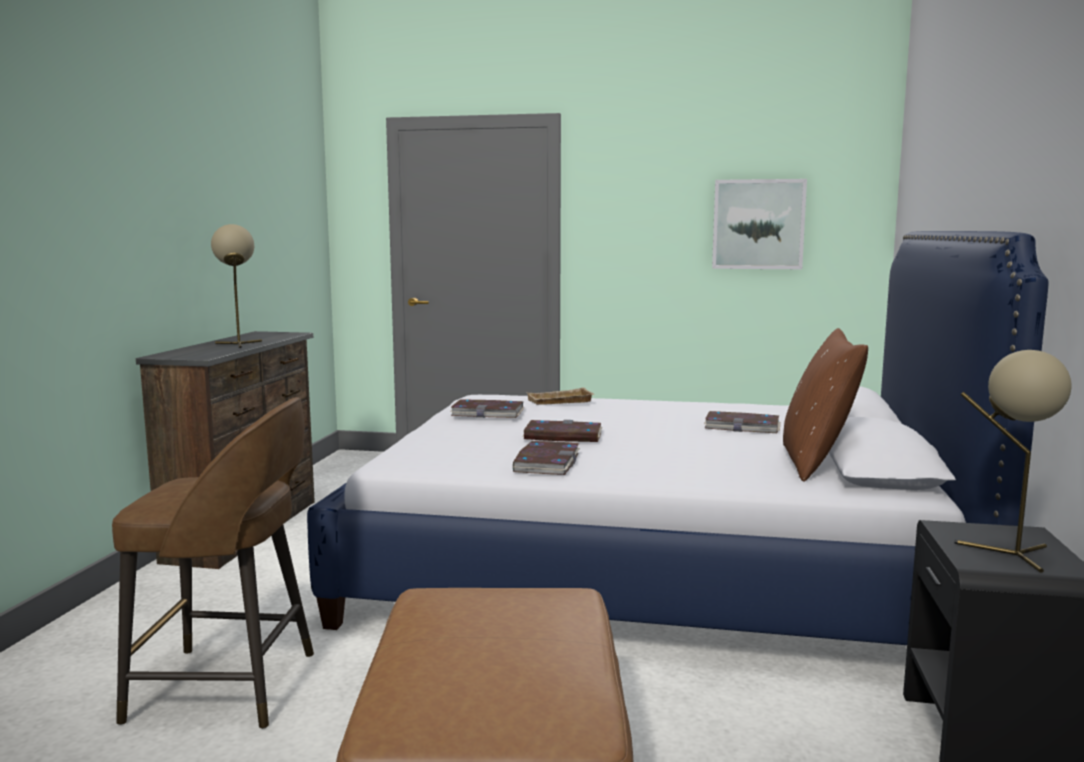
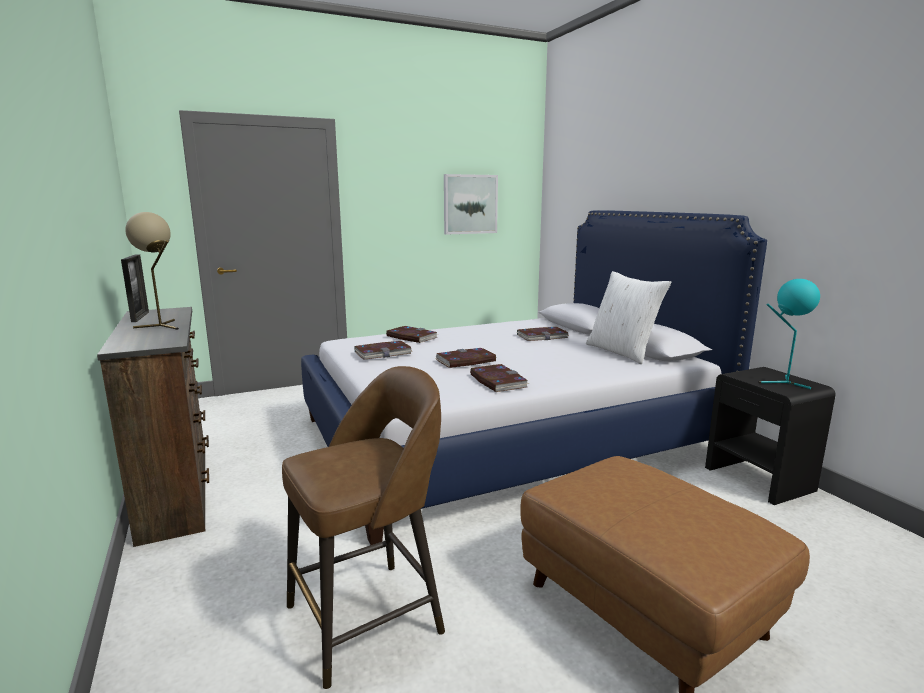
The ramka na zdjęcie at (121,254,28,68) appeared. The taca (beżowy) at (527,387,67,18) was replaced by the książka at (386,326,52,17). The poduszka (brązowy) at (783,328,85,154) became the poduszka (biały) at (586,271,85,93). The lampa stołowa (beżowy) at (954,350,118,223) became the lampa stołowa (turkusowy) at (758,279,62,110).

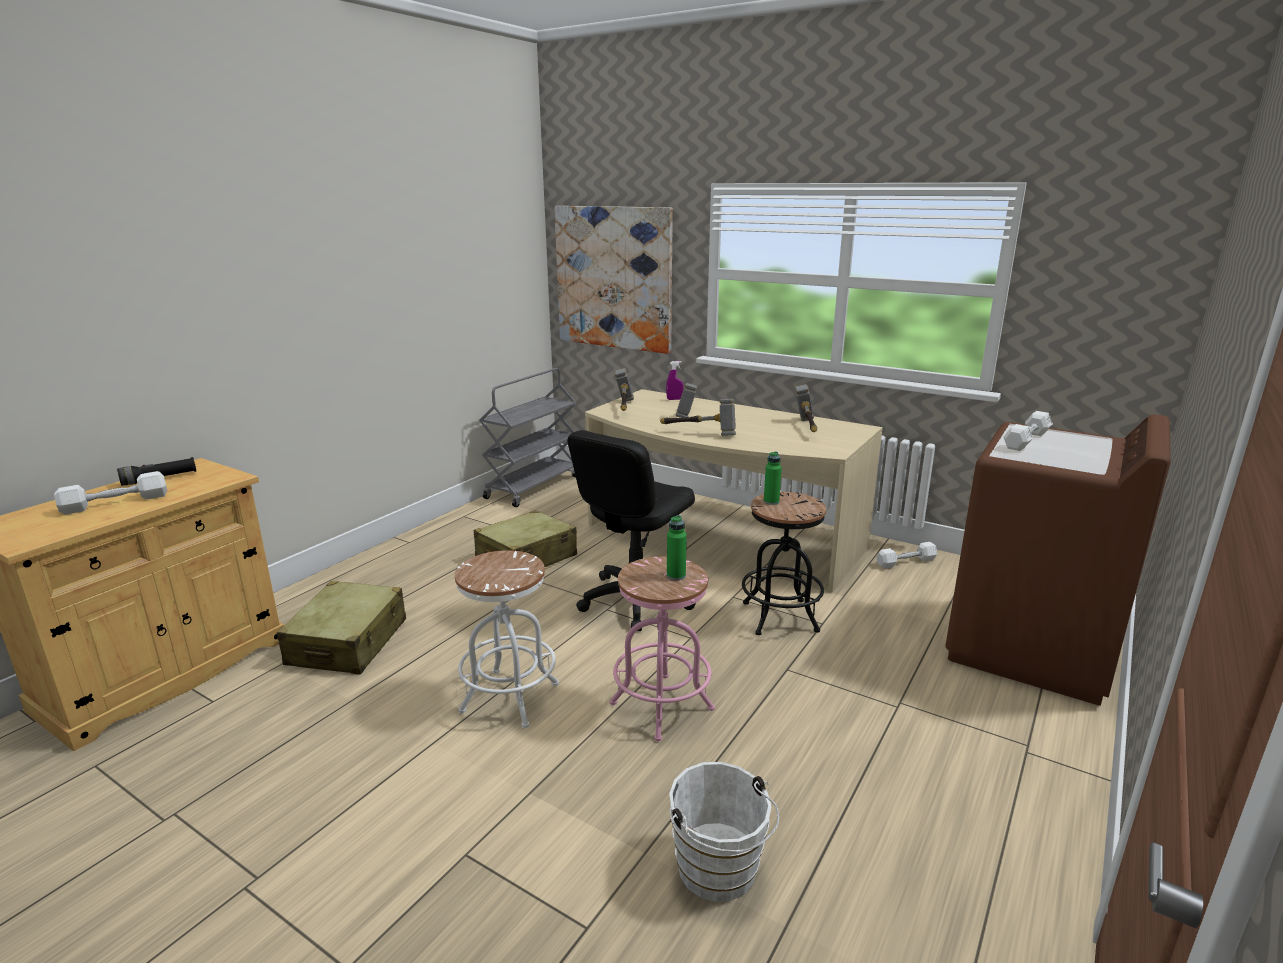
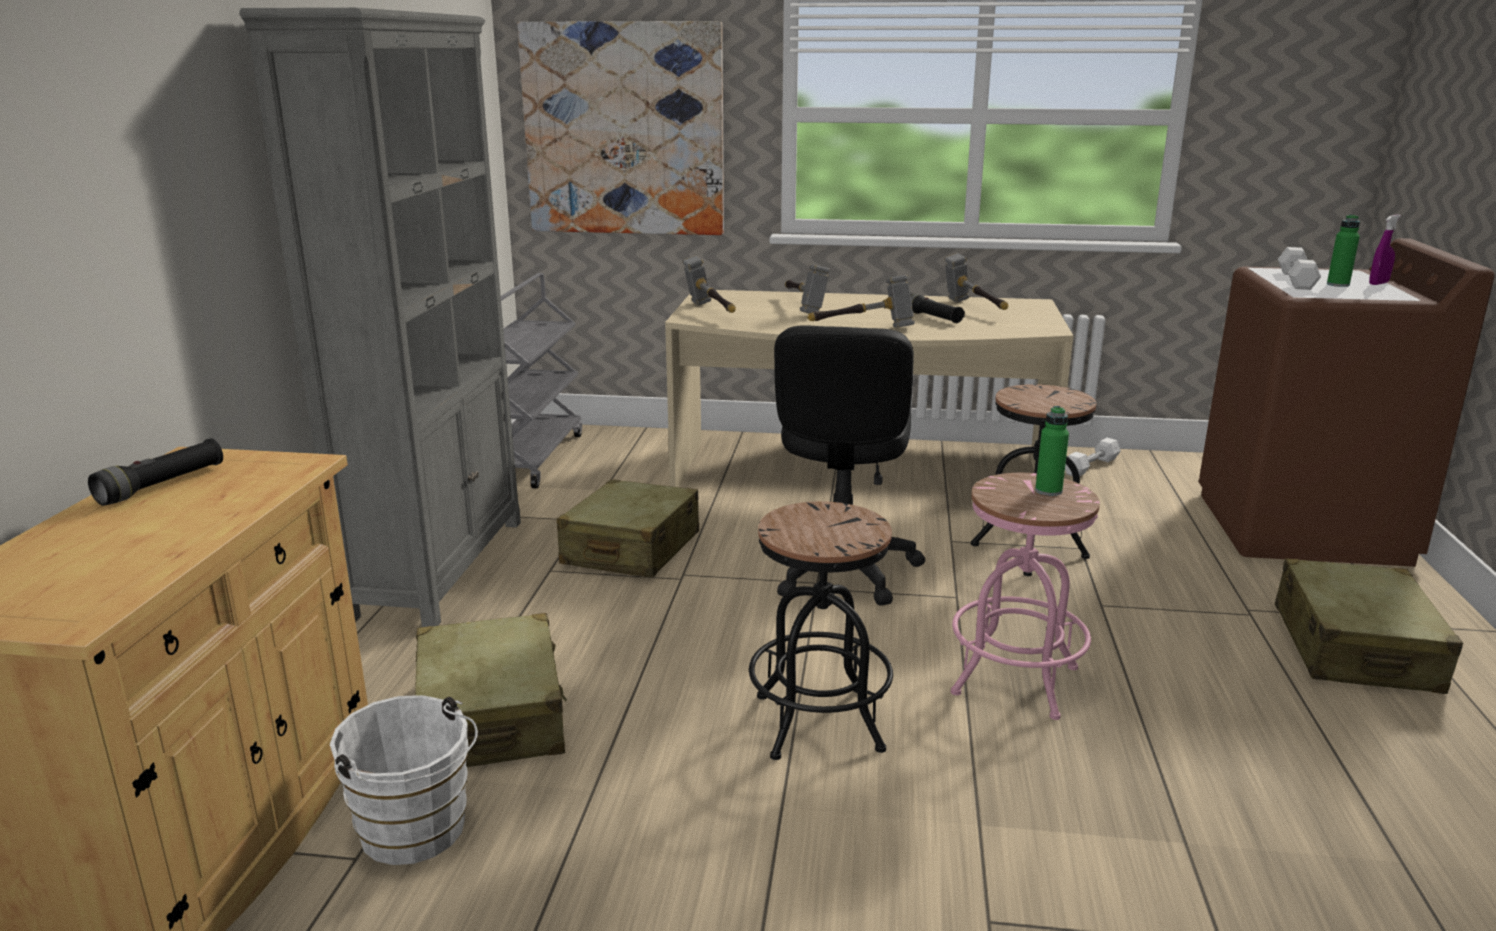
The regał (szary) at (239,8,282,619) appeared. The wiadro (biały) moved from (669,762,110,140) to (330,695,148,170). The stołek (biały) at (455,550,104,178) became the stołek (czarny) at (749,501,144,259). The latarka (czarny) at (910,293,55,30) appeared. The walizka (beżowy) at (1275,559,188,135) appeared. The butelka (zielony) moved from (764,451,18,54) to (1327,215,33,72). The spryskiwacz (fioletowy) moved from (666,361,17,39) to (1369,215,32,70). The hantel (biały) at (54,471,113,44) disappeared.

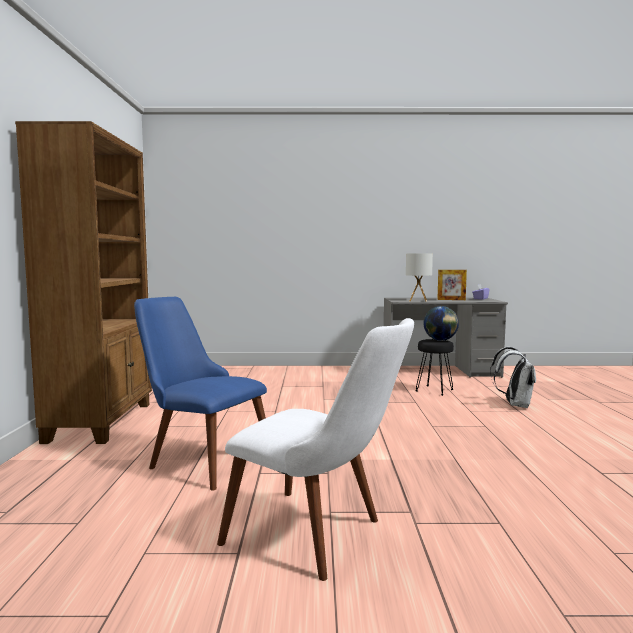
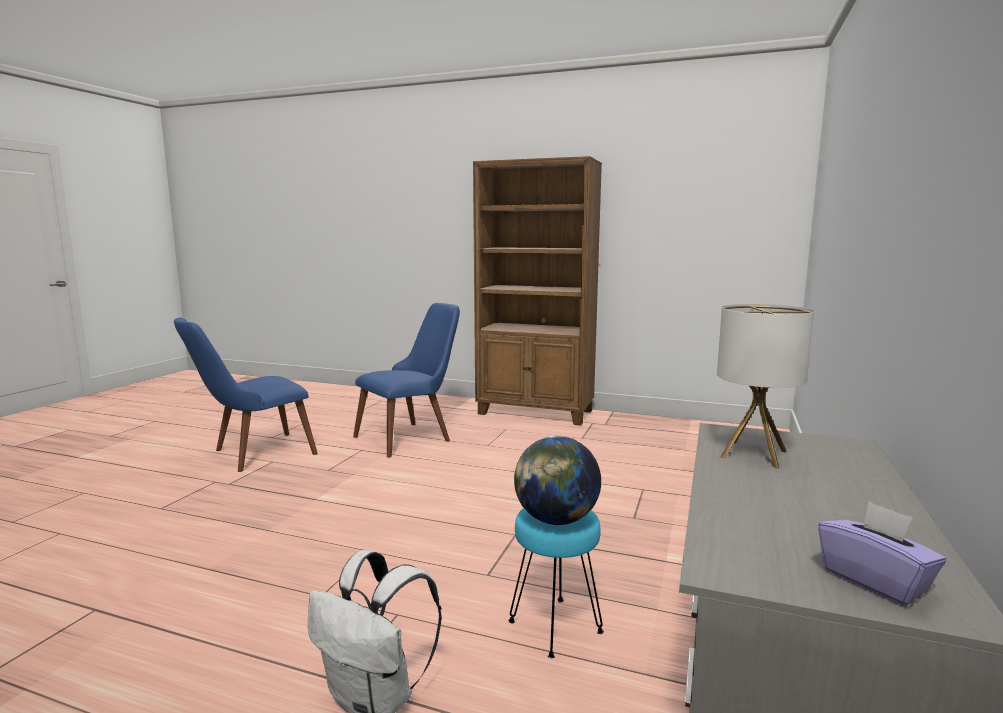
The krzesło (biały) at (217,318,197,263) became the krzesło (niebieski) at (174,317,144,155). The stołek (czarny) at (416,339,38,57) became the stołek (turkusowy) at (508,508,96,150). The ramka na zdjęcie at (437,270,30,30) disappeared.

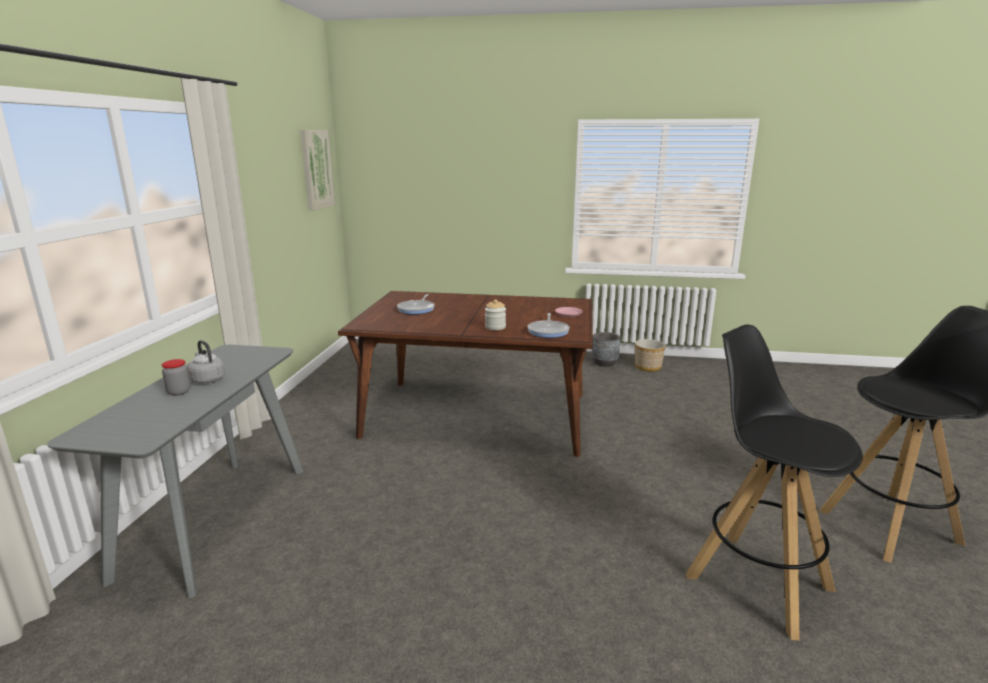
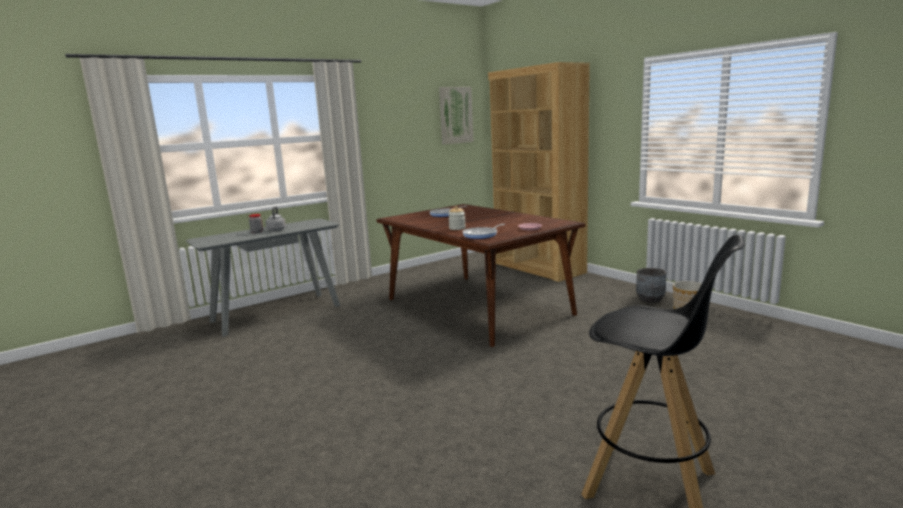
The regał (brązowy) at (488,62,102,220) appeared. The stołek (czarny) at (686,325,177,315) disappeared.

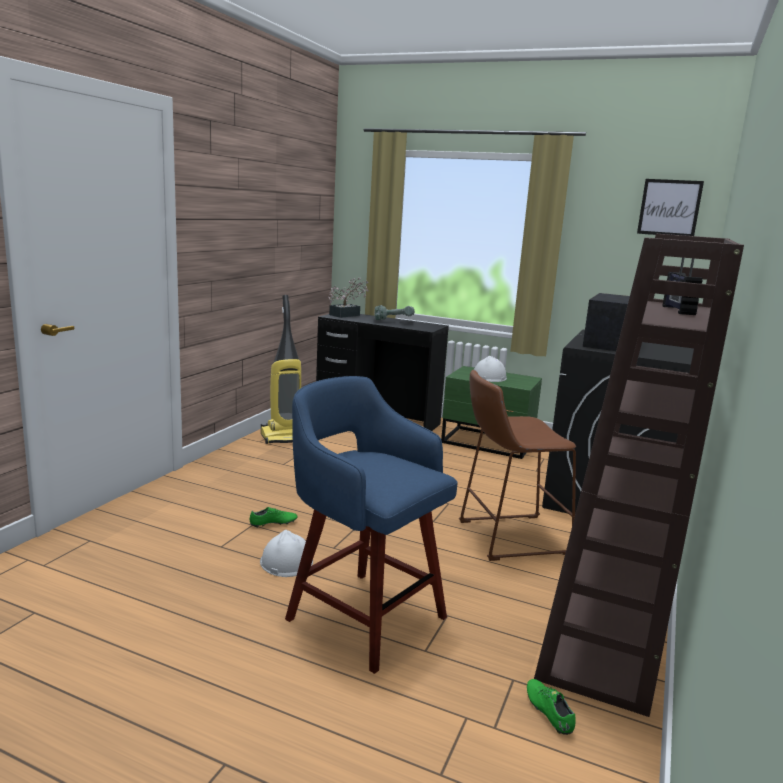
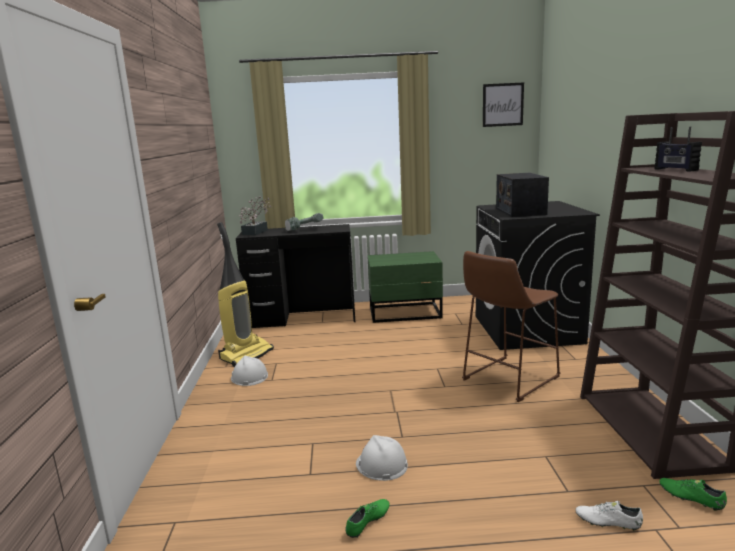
The kask (biały) moved from (474,356,33,26) to (231,356,37,30). The but (zielony) moved from (250,507,47,21) to (345,499,45,39). The but (biały) at (575,501,68,30) appeared. The stołek (niebieski) at (285,376,173,298) disappeared.

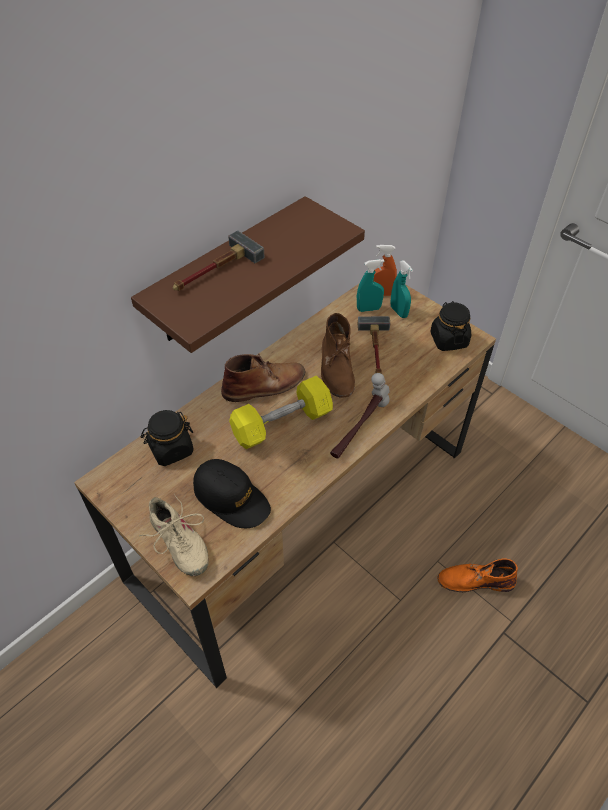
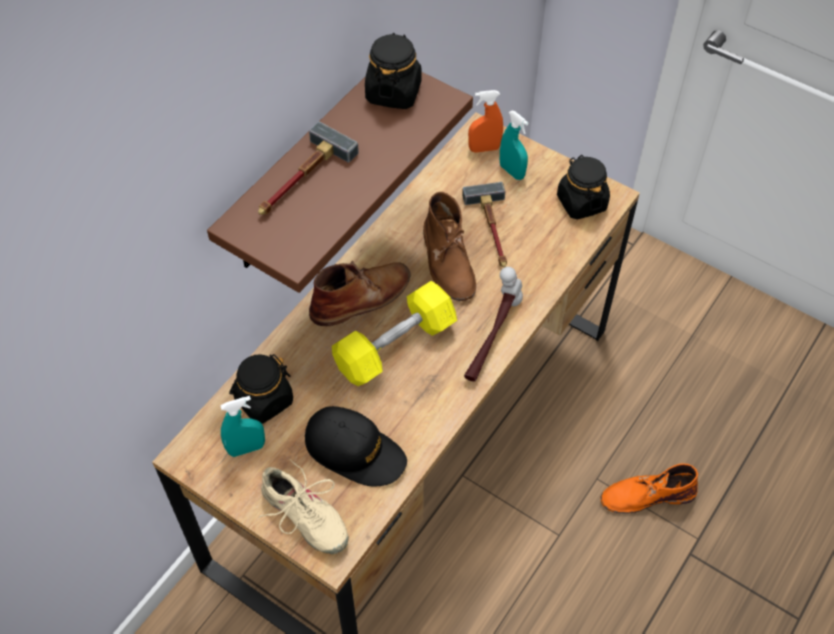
The spryskiwacz (turkusowy) moved from (357,259,27,53) to (220,396,45,61). The słoik (czarny) at (365,33,57,76) appeared.

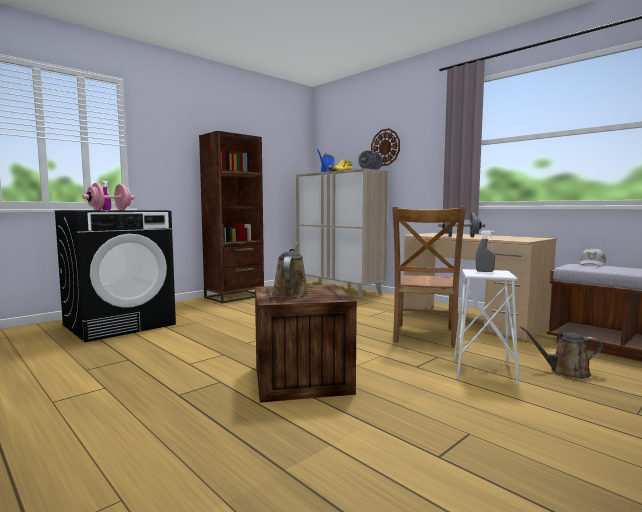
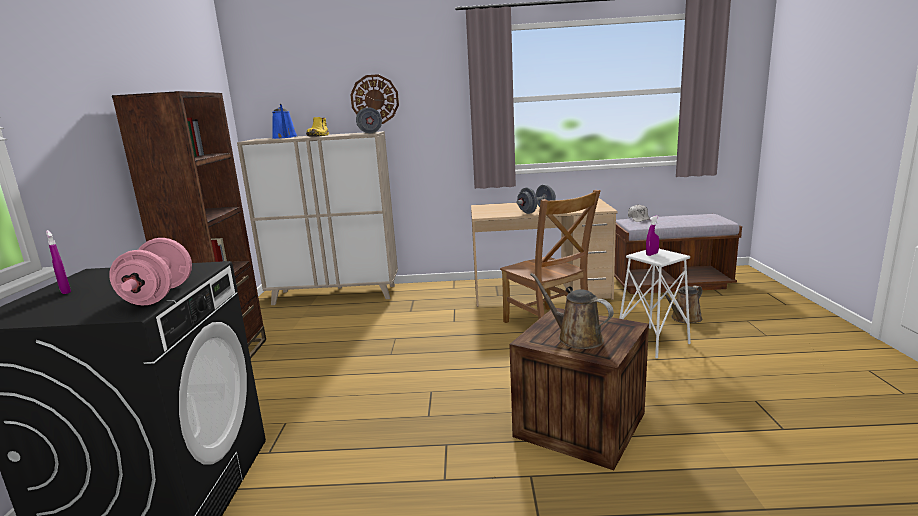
The spryskiwacz (szary) at (476,230,19,42) became the spryskiwacz (fioletowy) at (646,216,13,40).

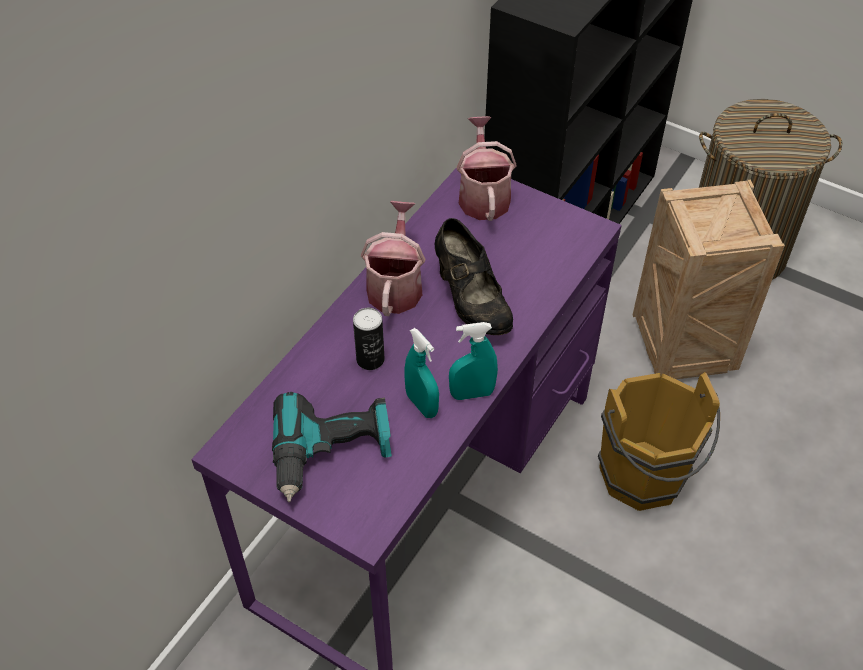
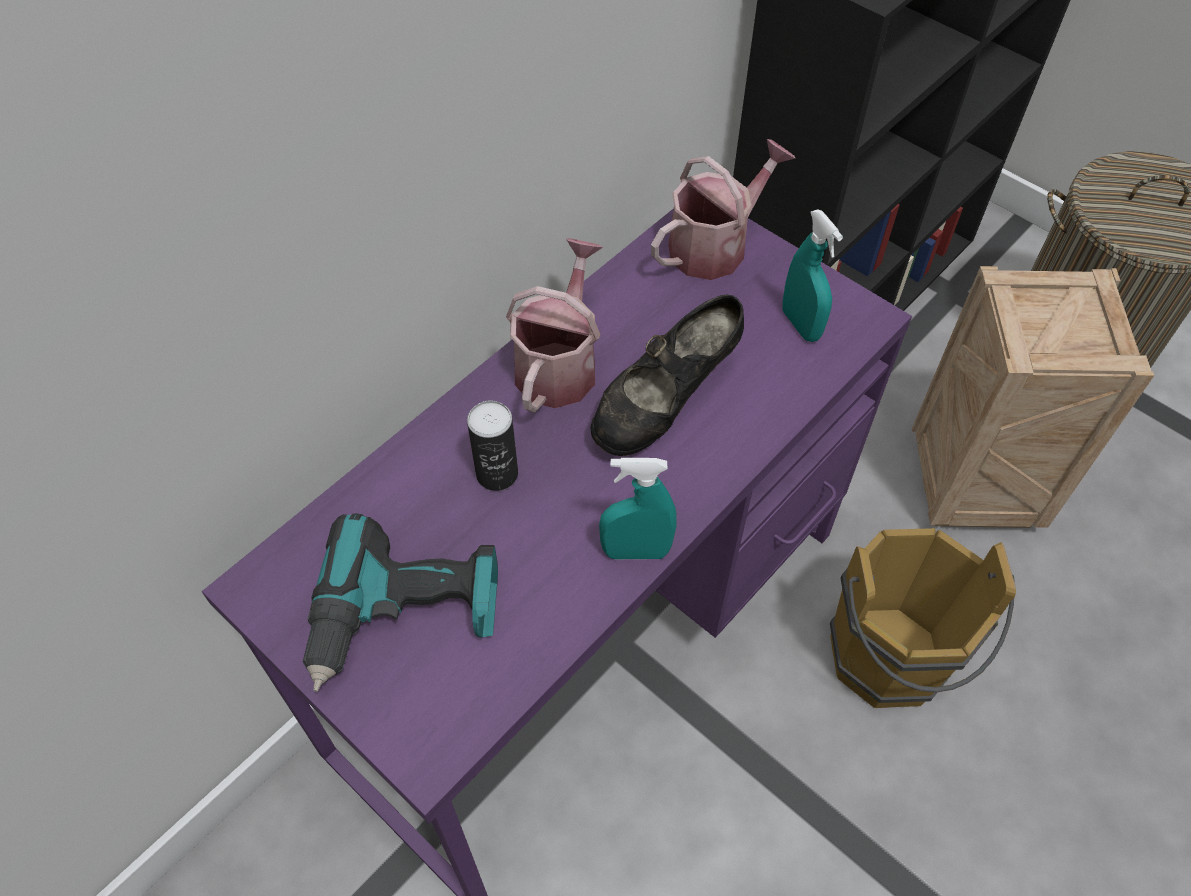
The but (czarny) at (435,218,78,117) turned 60 degrees clockwise. The konewka at (457,116,60,105) turned 45 degrees clockwise. The spryskiwacz (turkusowy) moved from (404,328,35,90) to (783,209,60,133).

